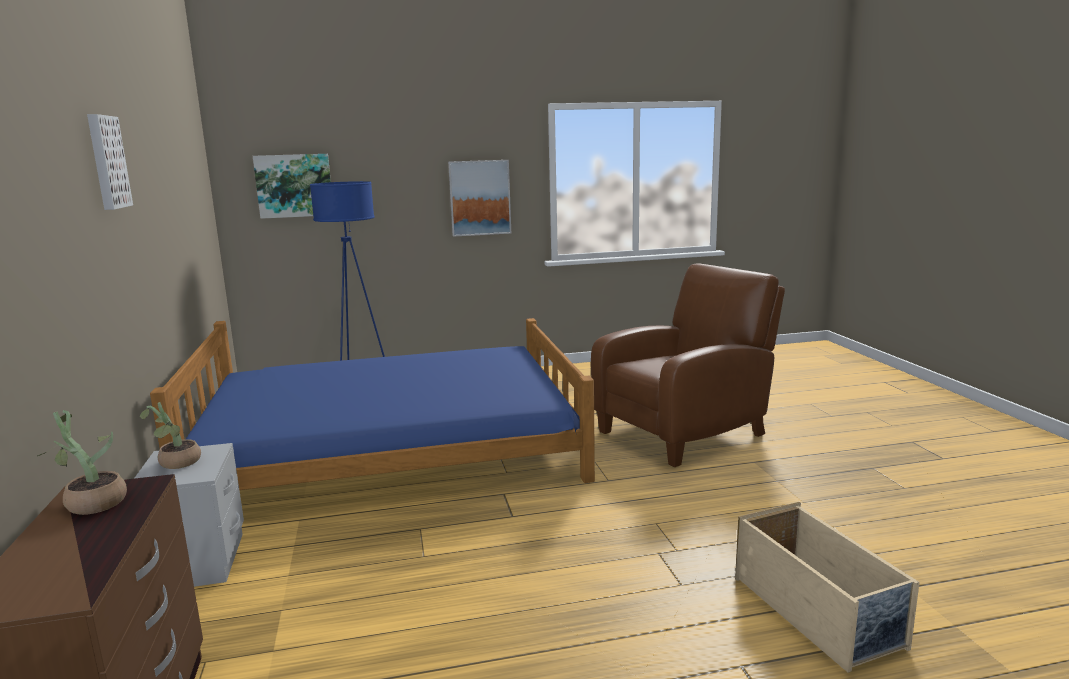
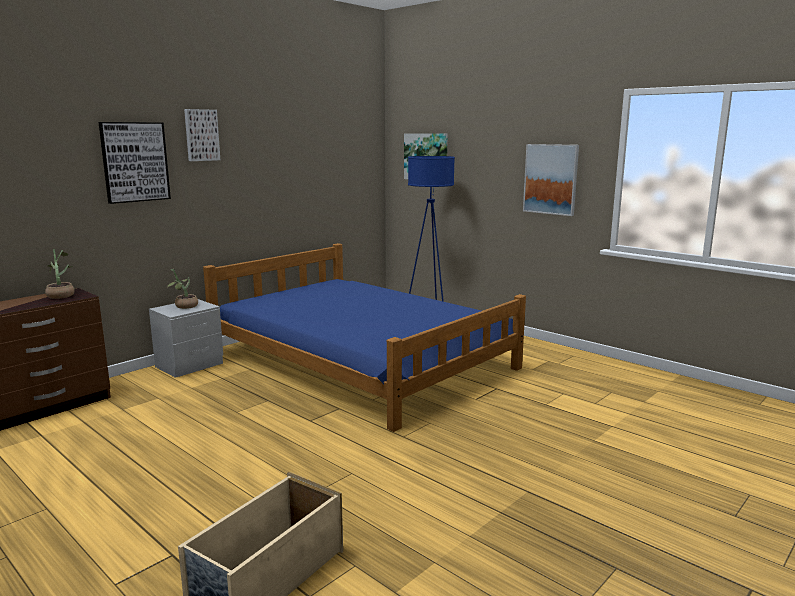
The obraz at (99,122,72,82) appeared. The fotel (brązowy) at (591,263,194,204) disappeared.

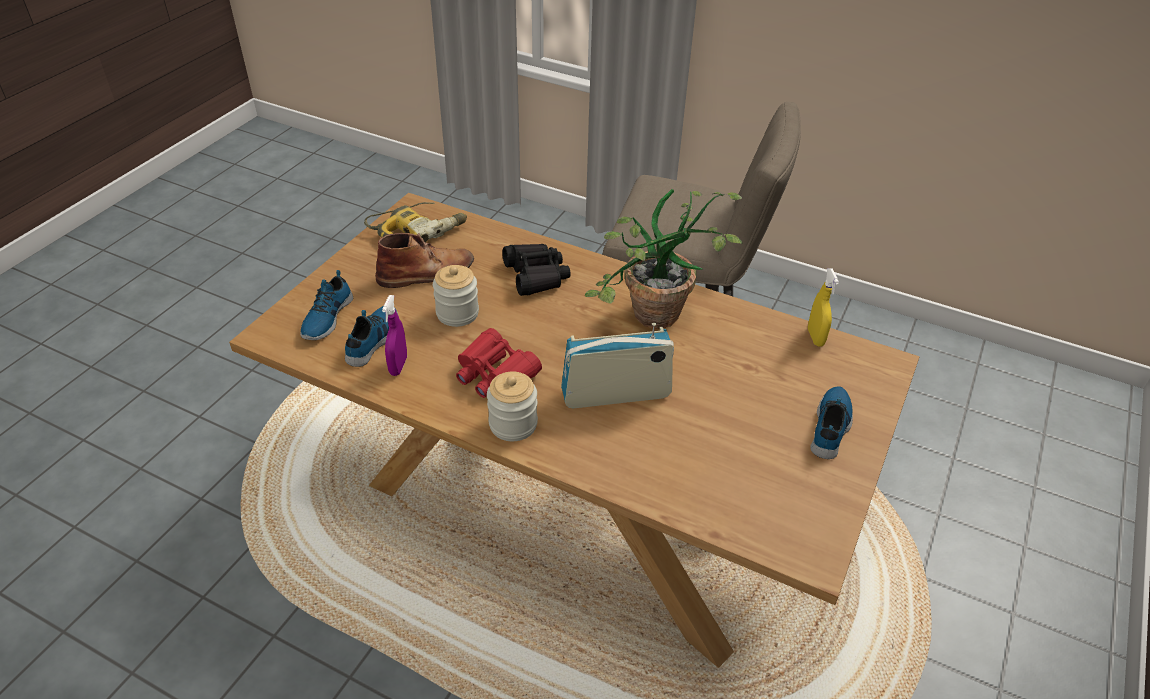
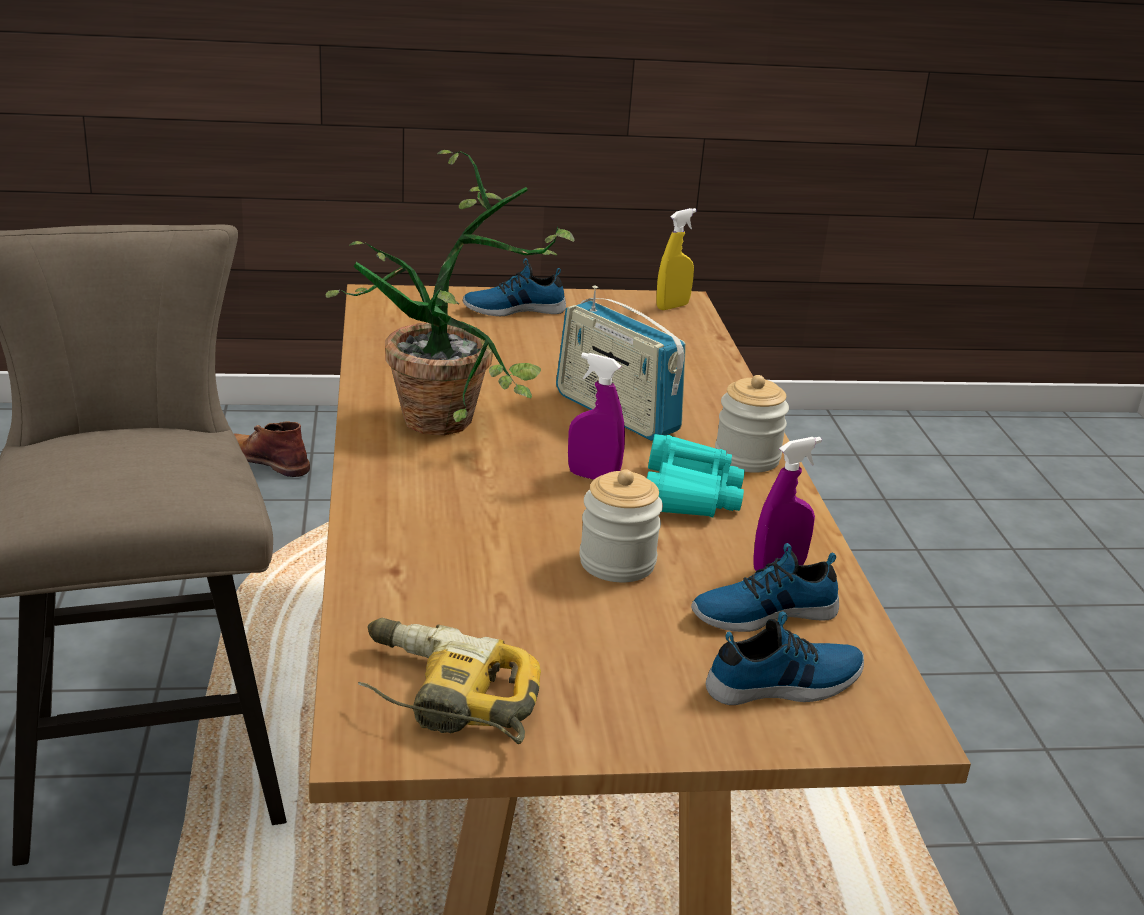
The but z cholewką (brązowy) moved from (375,233,99,55) to (234,421,76,56). The spryskiwacz (fioletowy) at (568,352,57,128) appeared. The lornetka (czerwony) at (456,328,86,70) became the lornetka (turkusowy) at (647,434,98,83). The spryskiwacz (żółty) moved from (808,268,31,79) to (656,208,40,102). The lornetka (czarny) at (502,244,68,52) disappeared.

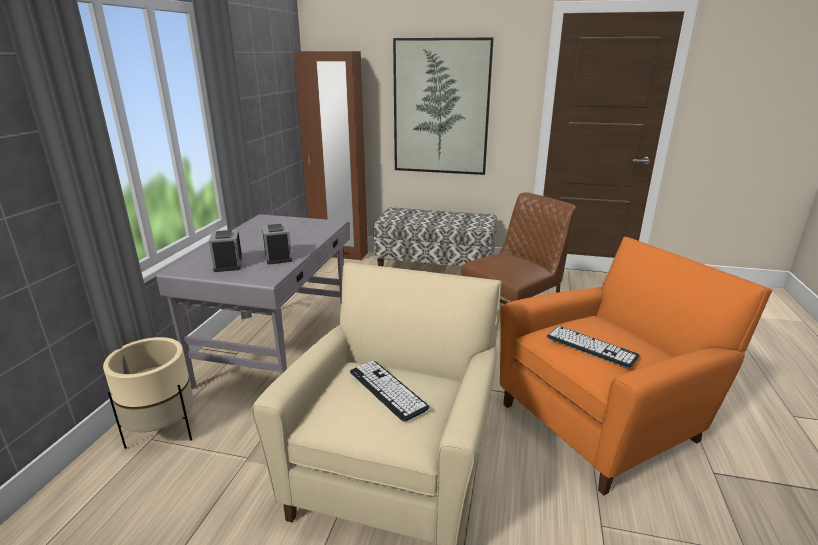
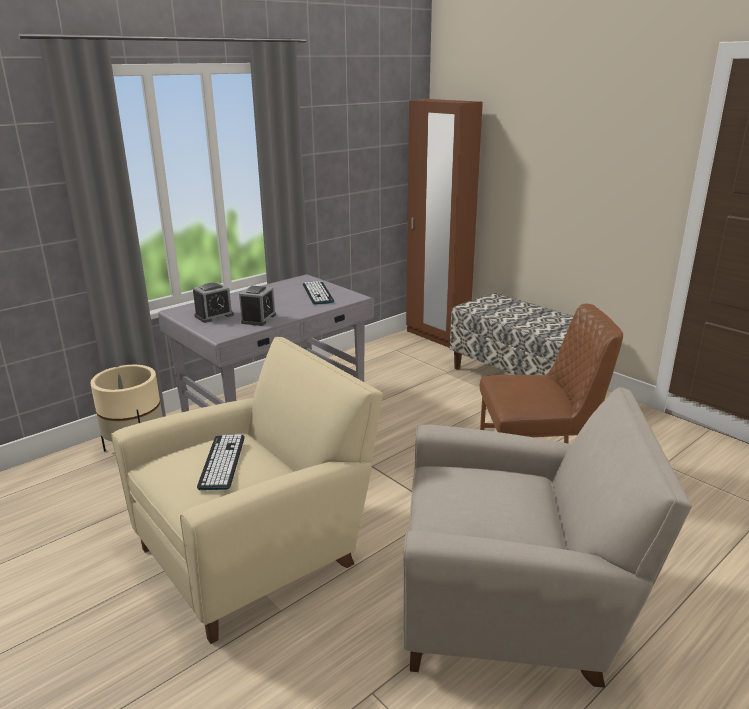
The budzik at (209,230,33,42) turned 150 degrees counterclockwise. The klawiatura moved from (547,326,93,42) to (303,281,31,24). The fotel (pomarańczowy) at (500,237,272,258) became the fotel (beżowy) at (403,387,289,301). The obraz at (393,38,101,137) disappeared.

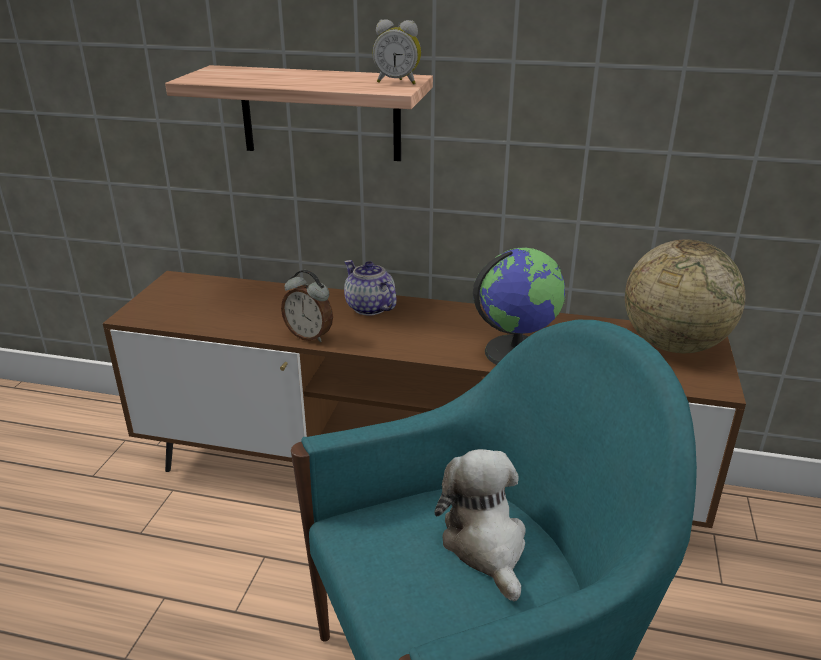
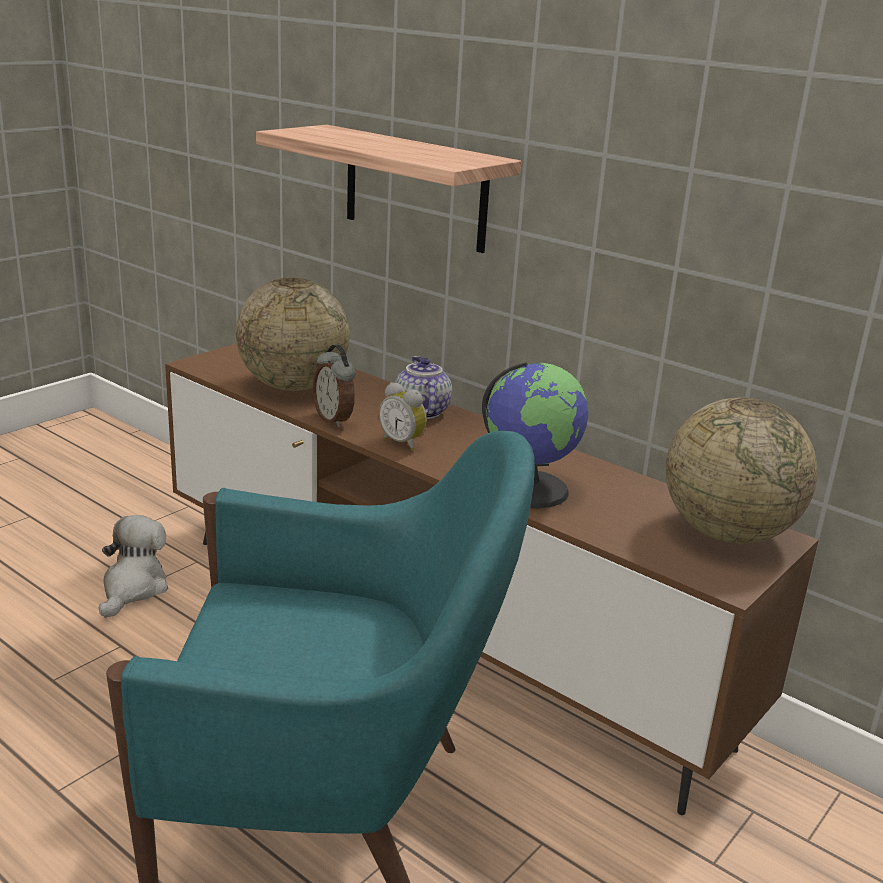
The pluszak moved from (434,449,92,153) to (99,515,69,103). The globus at (236,278,114,113) appeared. The budzik moved from (373,19,48,66) to (379,382,48,69).

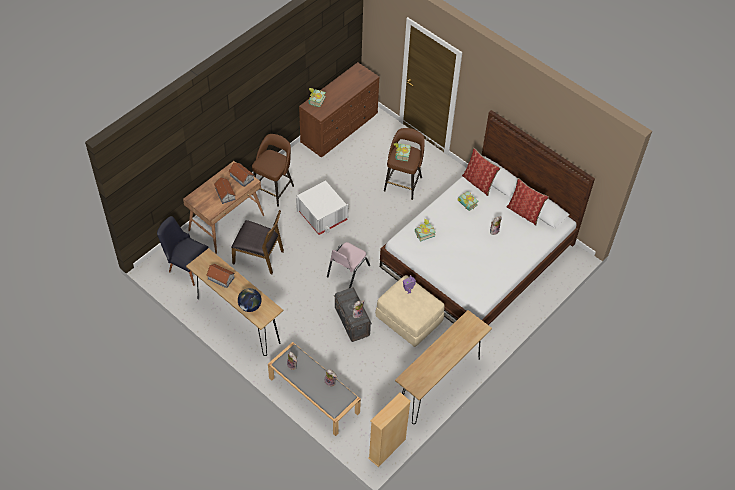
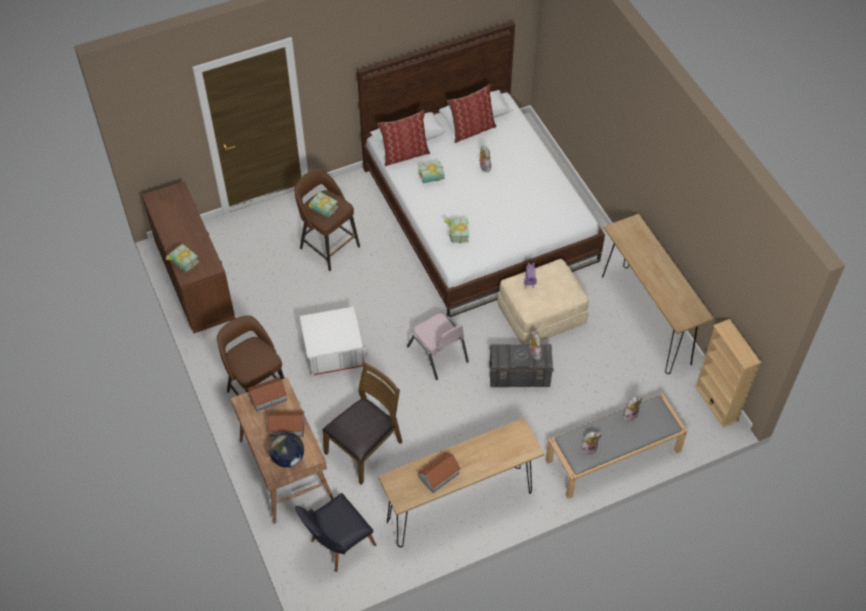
The globus moved from (238,288,24,24) to (269,432,35,36).

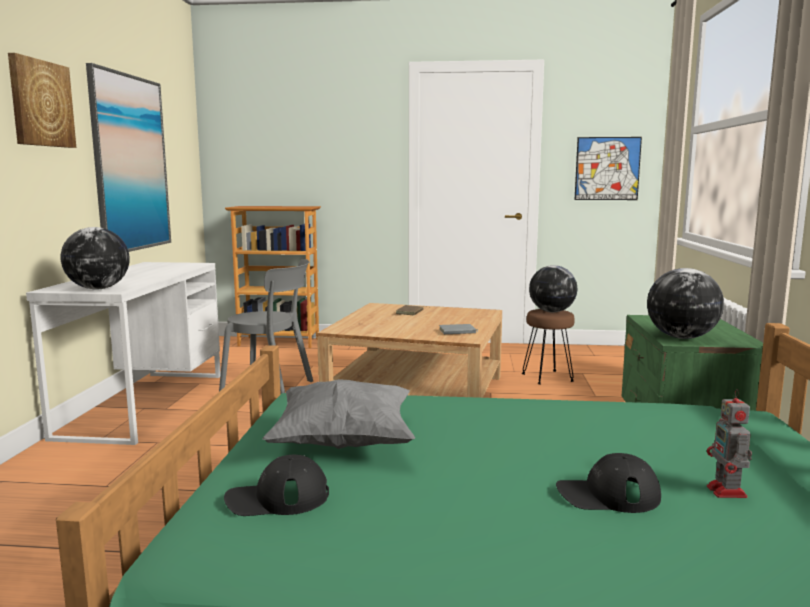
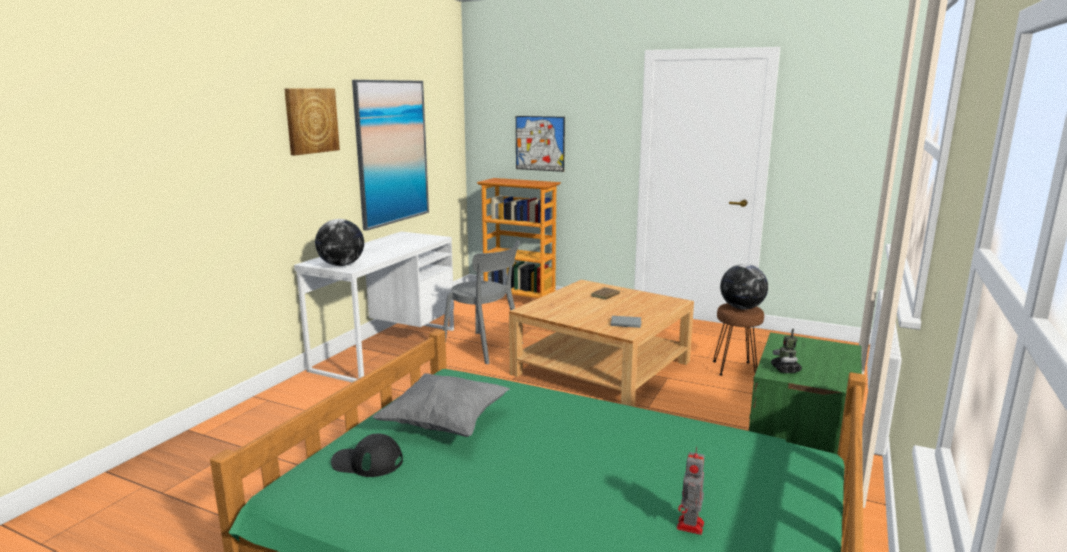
The obraz moved from (575,137,67,63) to (516,116,49,56). The globus at (647,268,77,71) was replaced by the robot zabawkowy at (771,329,31,44). The czapka z daszkiem (czarny) at (556,453,105,60) disappeared.

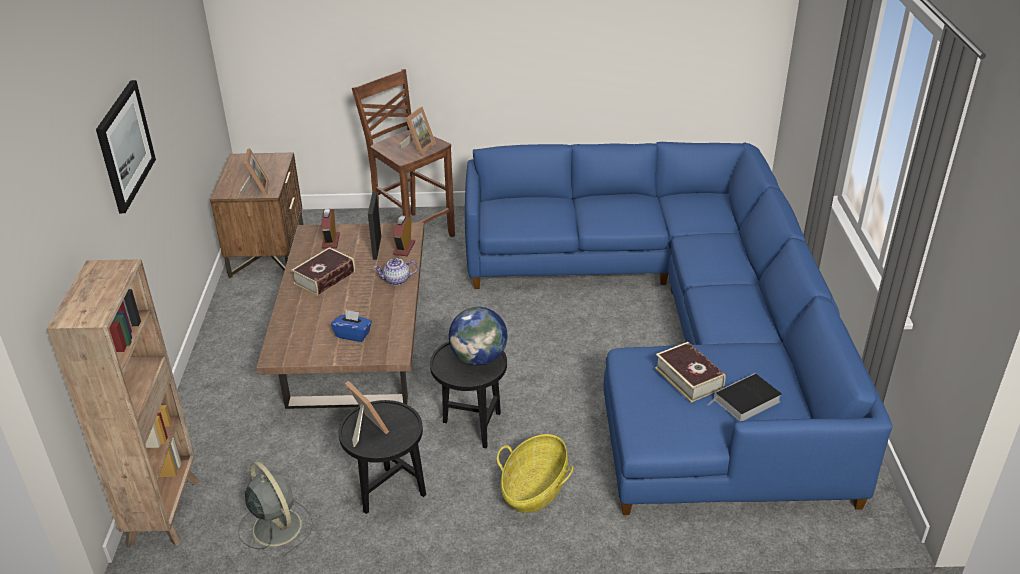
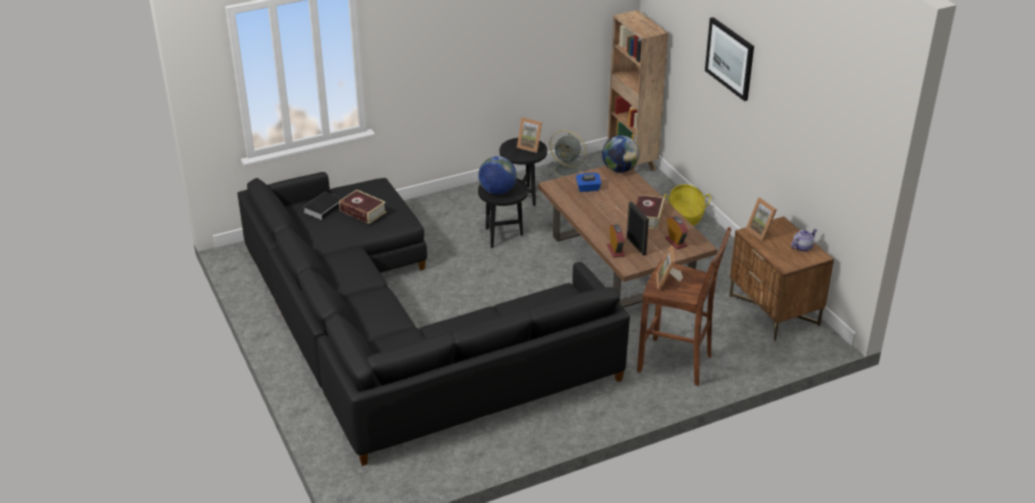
The kanapa (niebieski) at (465,142,427,373) became the kanapa (czarny) at (237,172,393,294). The globus at (602,135,37,38) appeared. The koszyk moved from (497,434,76,79) to (664,184,47,42). The imbryk moved from (373,258,45,28) to (791,229,26,23).

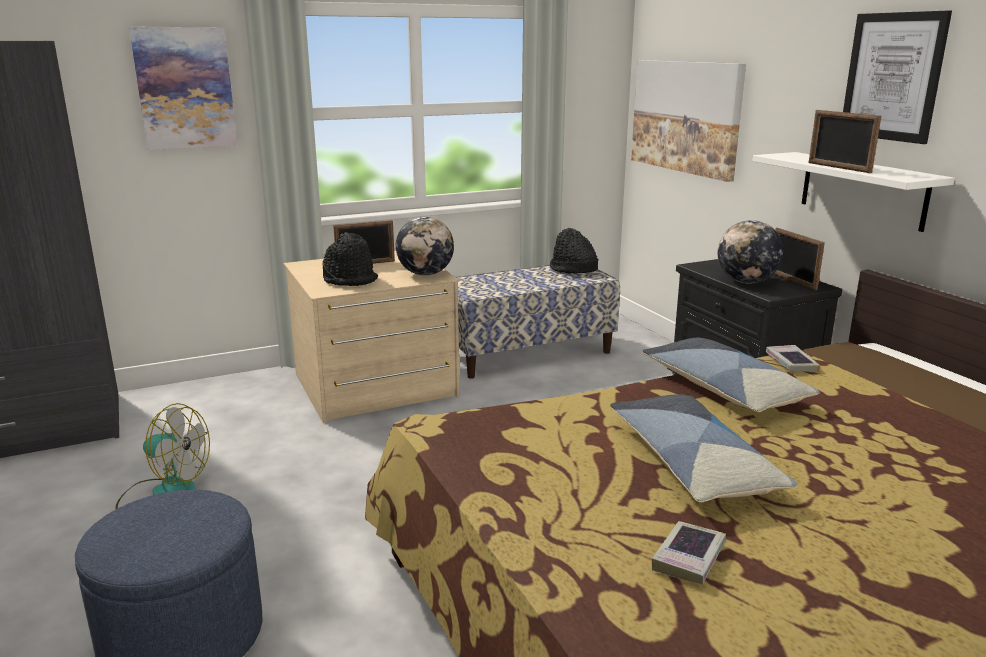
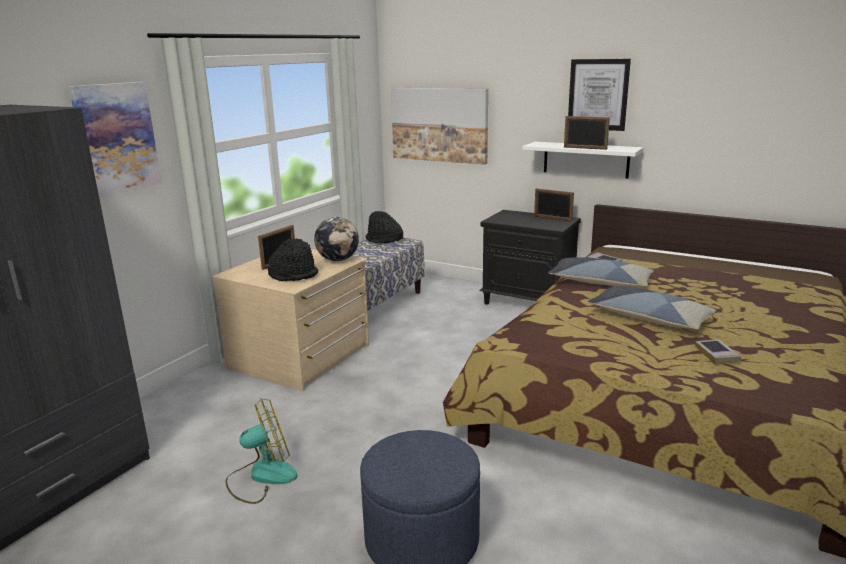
The globus at (718,220,65,64) disappeared.

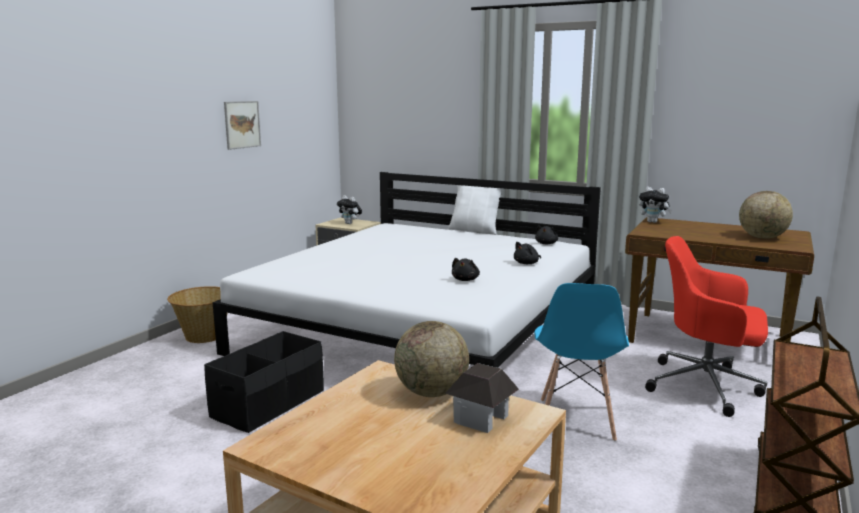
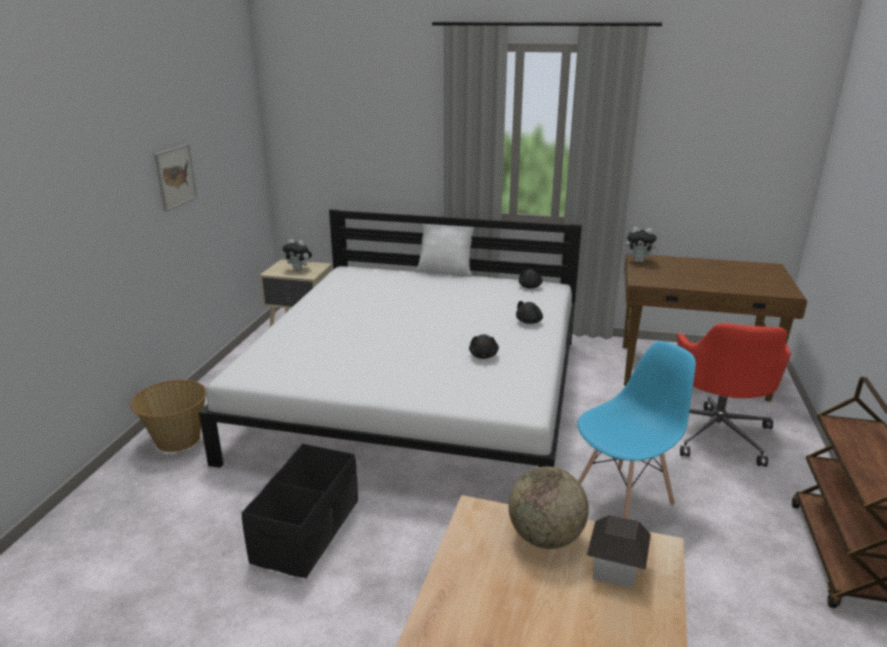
The krzesło (niebieski) at (534,283,95,159) turned 120 degrees counterclockwise. The krzesło biurowe (czerwony) at (645,236,123,181) turned 90 degrees counterclockwise. The globus at (739,191,54,48) disappeared.

